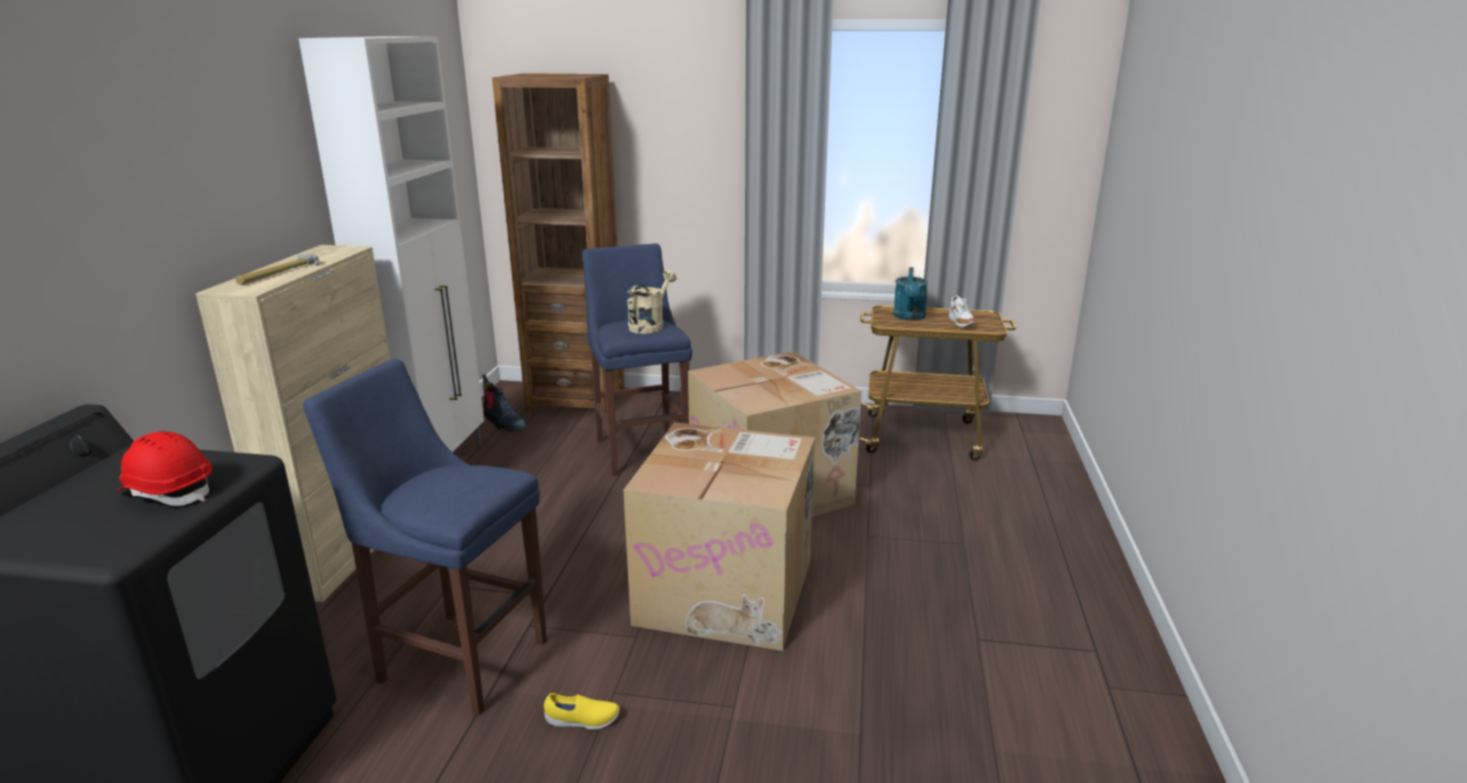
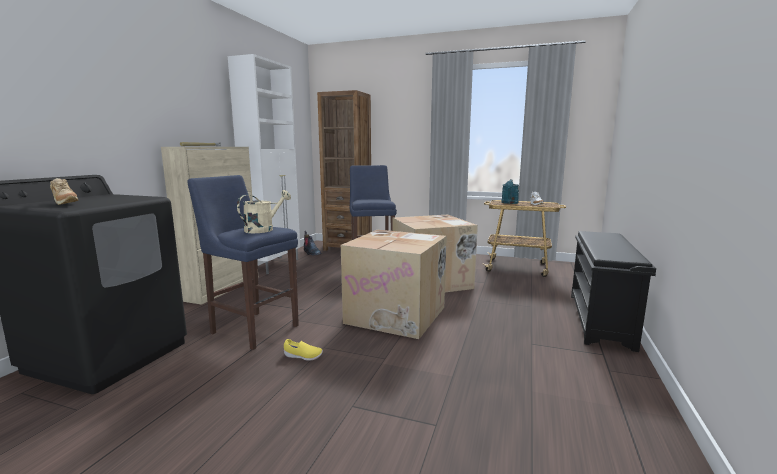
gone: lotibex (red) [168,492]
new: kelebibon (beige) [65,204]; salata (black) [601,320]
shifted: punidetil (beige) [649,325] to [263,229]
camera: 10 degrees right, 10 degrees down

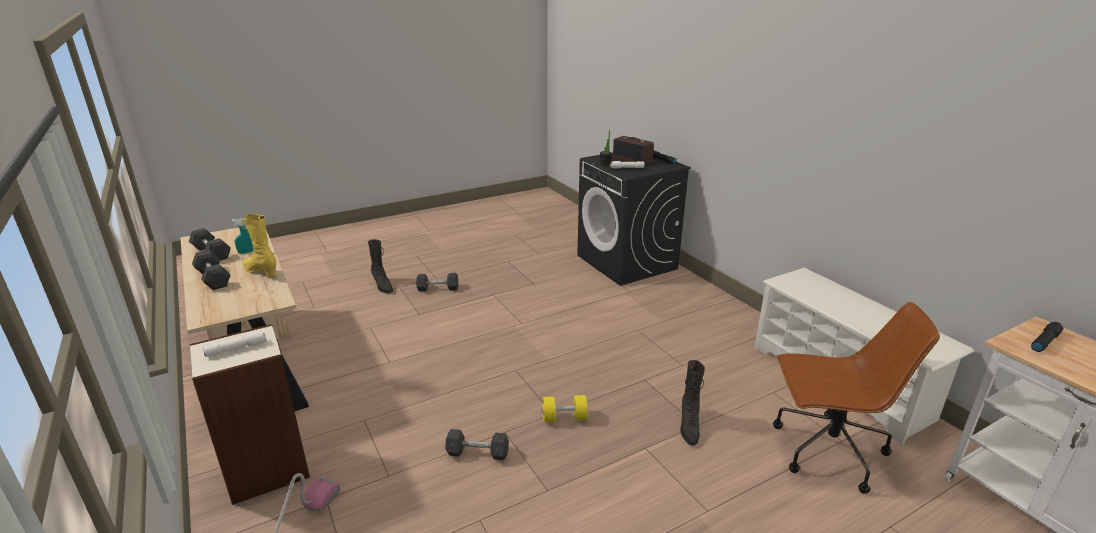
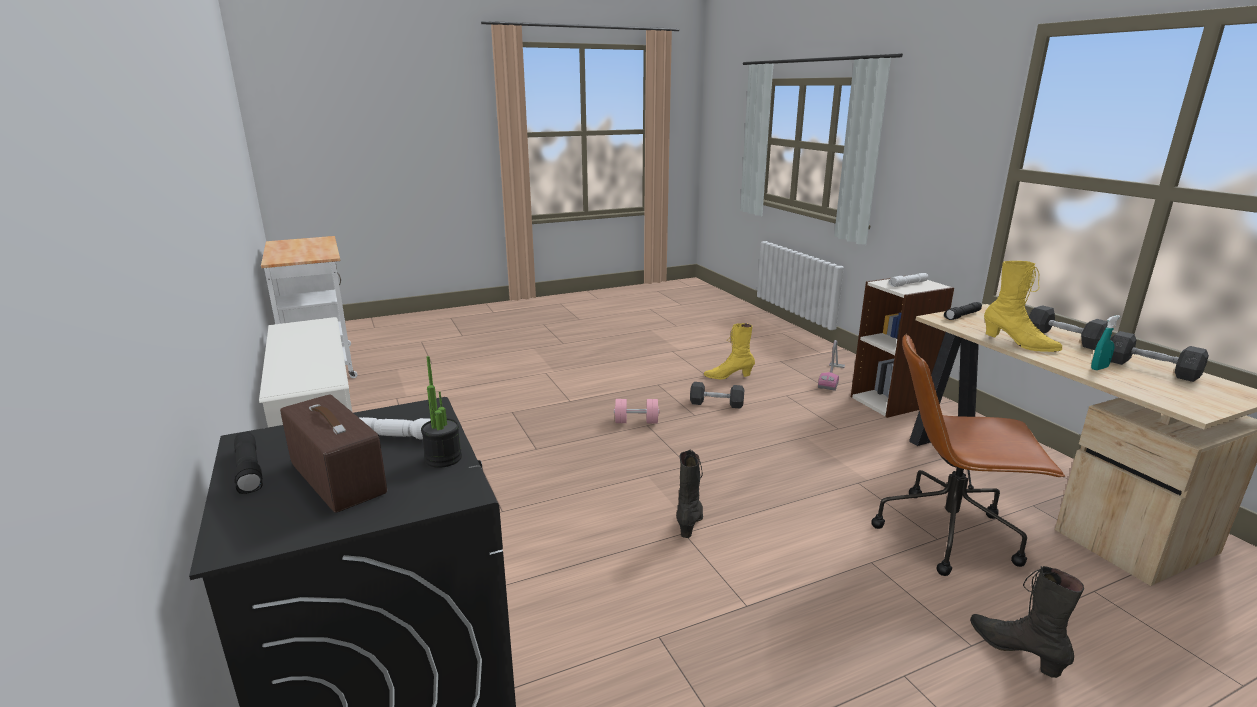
gone: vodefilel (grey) [438,288]
new: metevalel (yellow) [728,376]
shifted: metevalel (black) [689,427] to [690,522]; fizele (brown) [826,451] to [949,533]; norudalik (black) [1044,341] to [962,316]
repainted: vodefilel (yellow) [564,418] to vodefilel (pink) [636,422]
camera: 175 degrees left, 5 degrees down

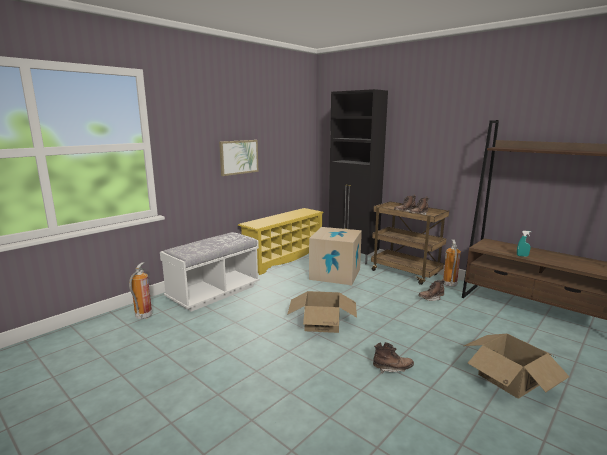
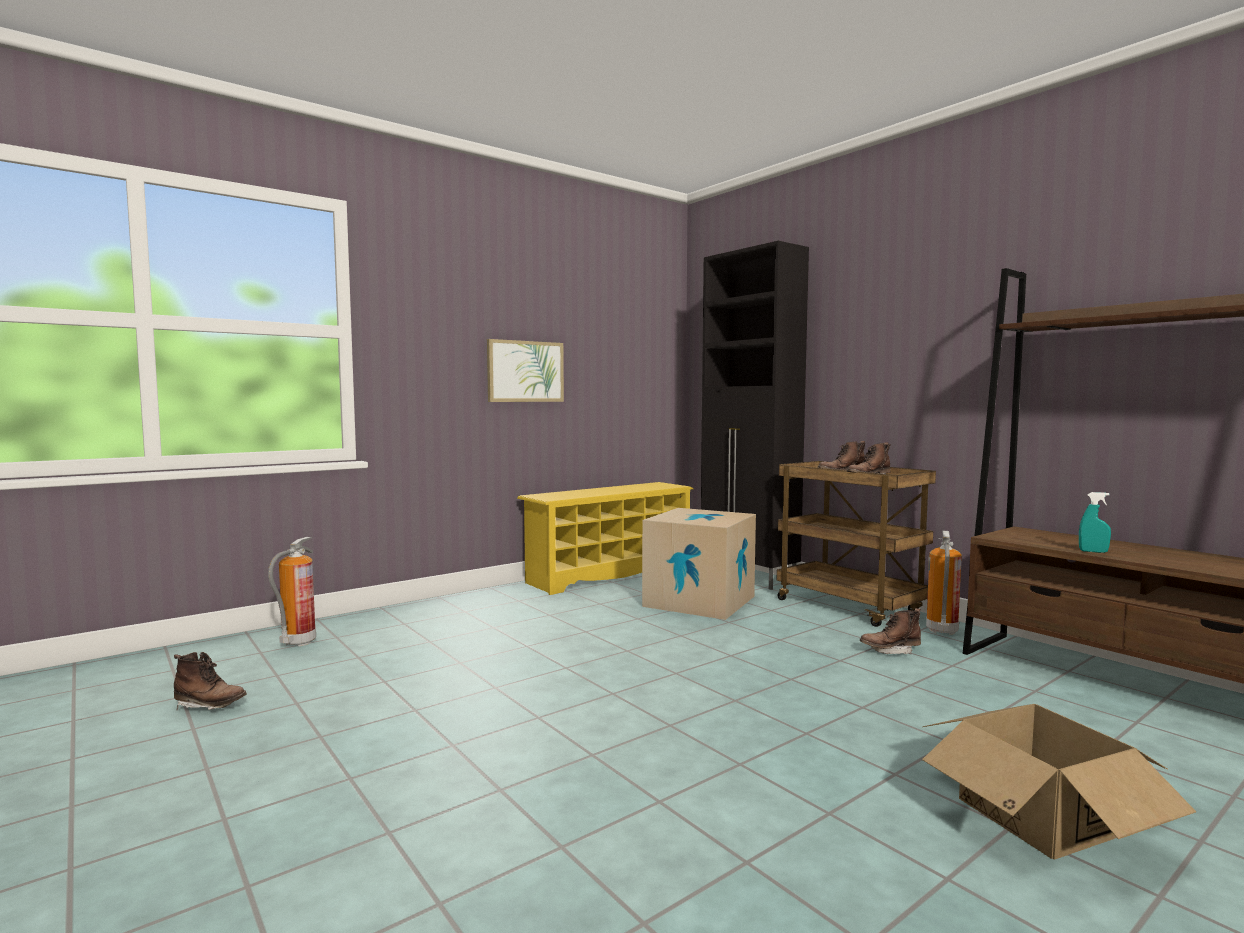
gone: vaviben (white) [214,293]; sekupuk [322,323]
shifted: metevalel (brown) [392,369] to [210,706]
camera: 10 degrees right, 10 degrees down

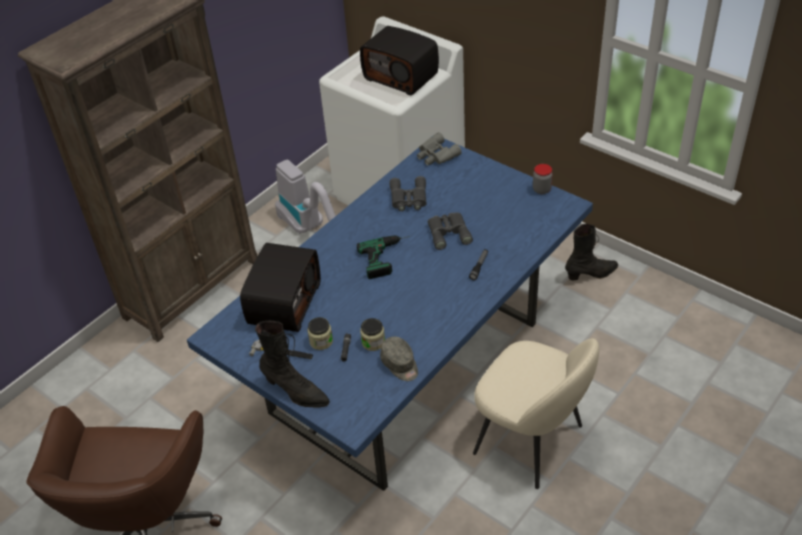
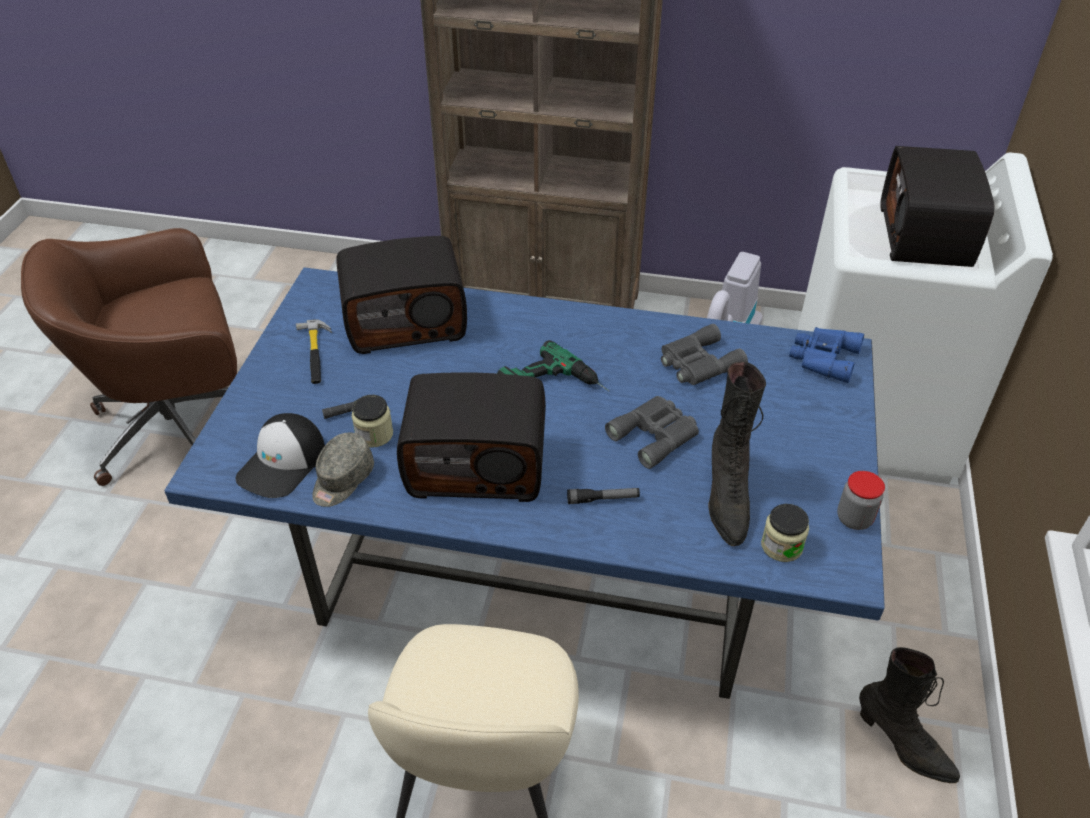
new: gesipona [283,463]; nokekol [477,463]
shifted: metevalel (black) [295,392] to [727,498]; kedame [321,341] to [781,546]
repainted: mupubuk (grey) [436,155] to mupubuk (blue) [822,358]
camera: 60 degrees right, 0 degrees up

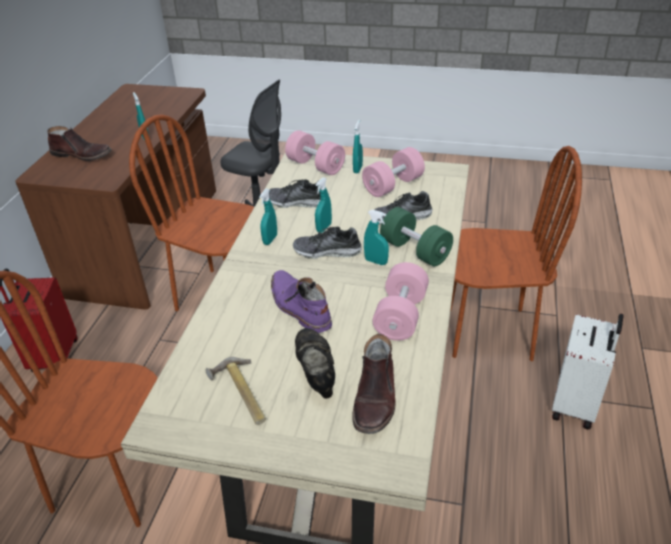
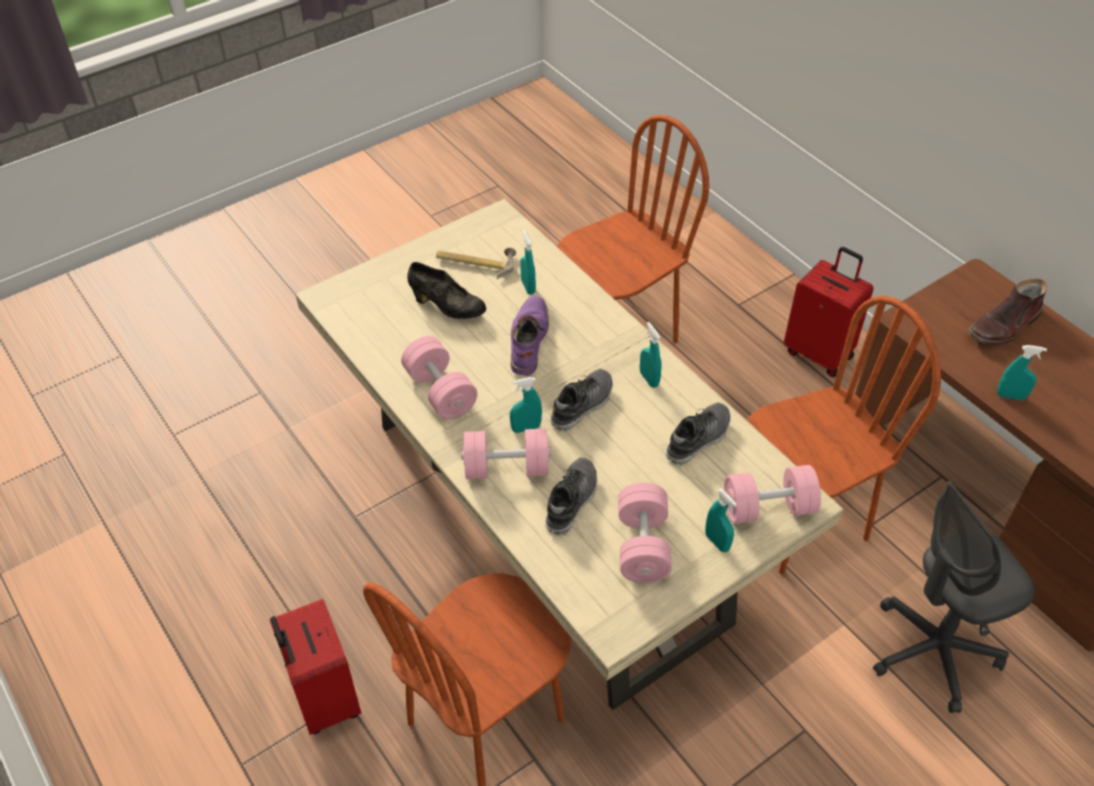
gone: metevalel (brown) [376,397]
shifted: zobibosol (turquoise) [324,228] to [528,287]
repainted: vodefilel (green) [415,250] to vodefilel (pink) [506,468]; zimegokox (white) [576,405] to zimegokox (red) [323,699]
rotated: metevalel (purple) [299,307] = [527,341] 90 degrees counterclockwise
camera: 130 degrees right, 10 degrees up

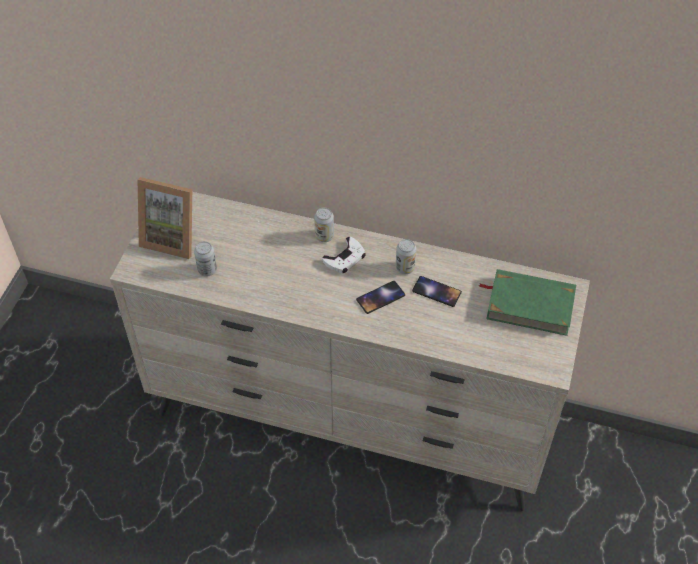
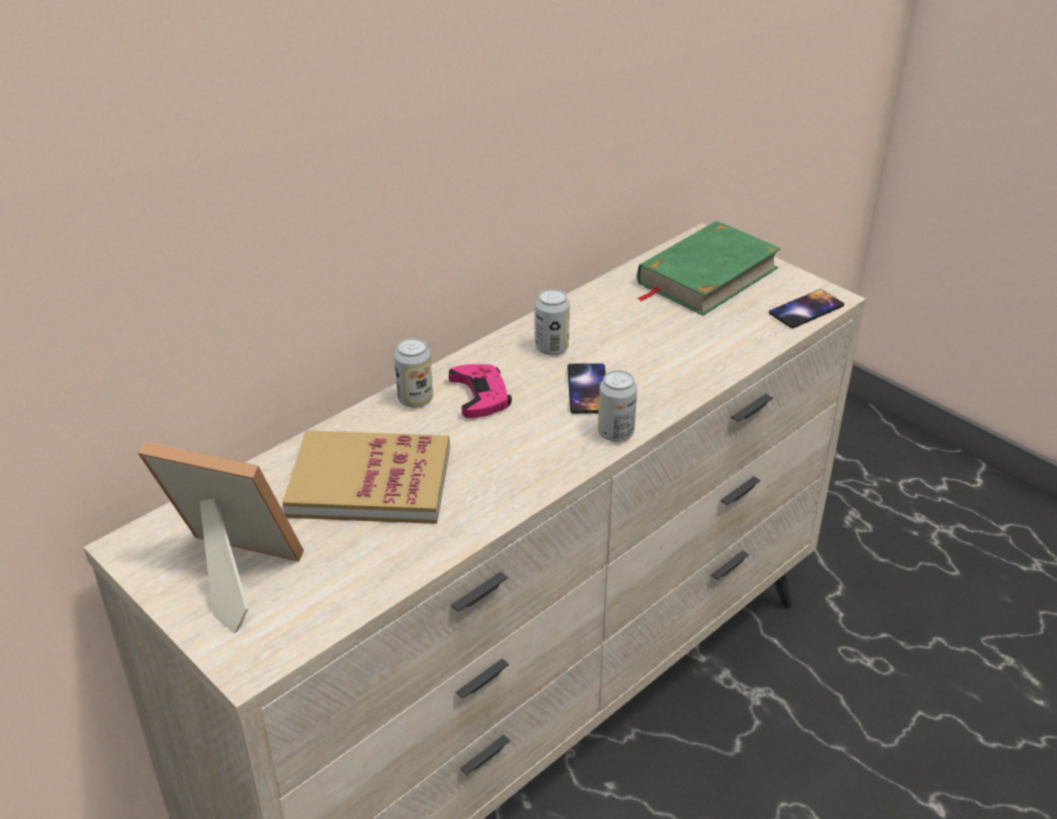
new: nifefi [370,482]
shifted: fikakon [207,270] to [615,433]; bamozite [436,291] to [806,309]
repainted: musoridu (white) [345,258] to musoridu (pink) [480,395]
rotated: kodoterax [172,237] = [229,575] 120 degrees counterclockwise
camera: 60 degrees left, 15 degrees down

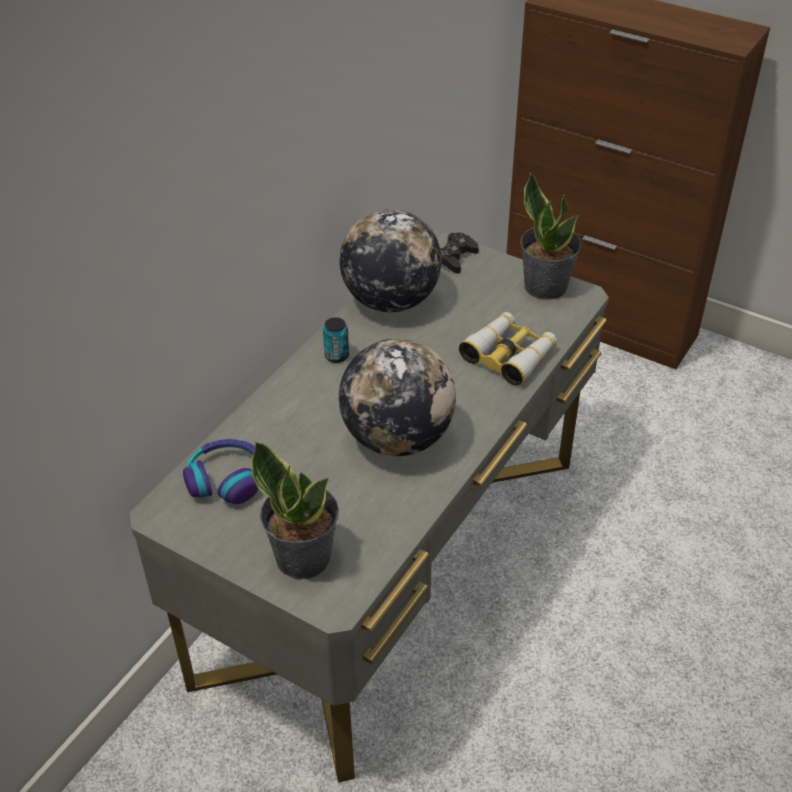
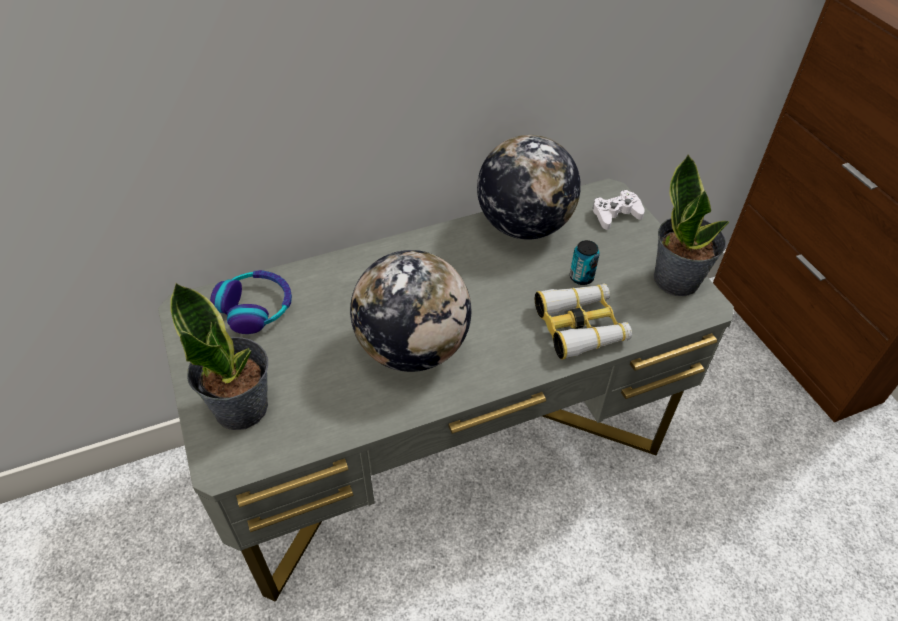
shifted: fikakon [336,356] to [581,277]
repainted: musoridu (black) [455,258] to musoridu (white) [615,214]
camera: 35 degrees right, 5 degrees up

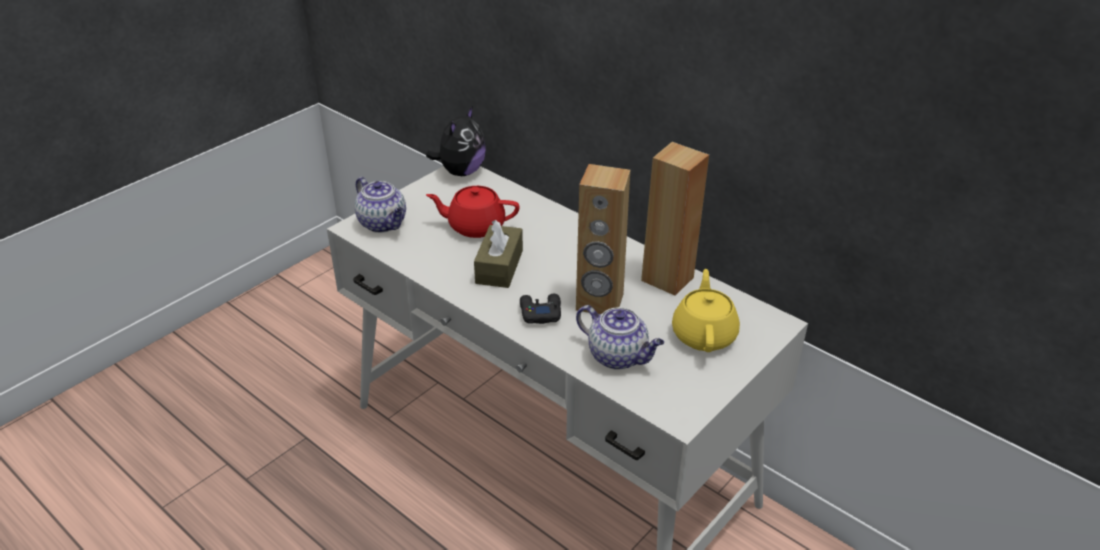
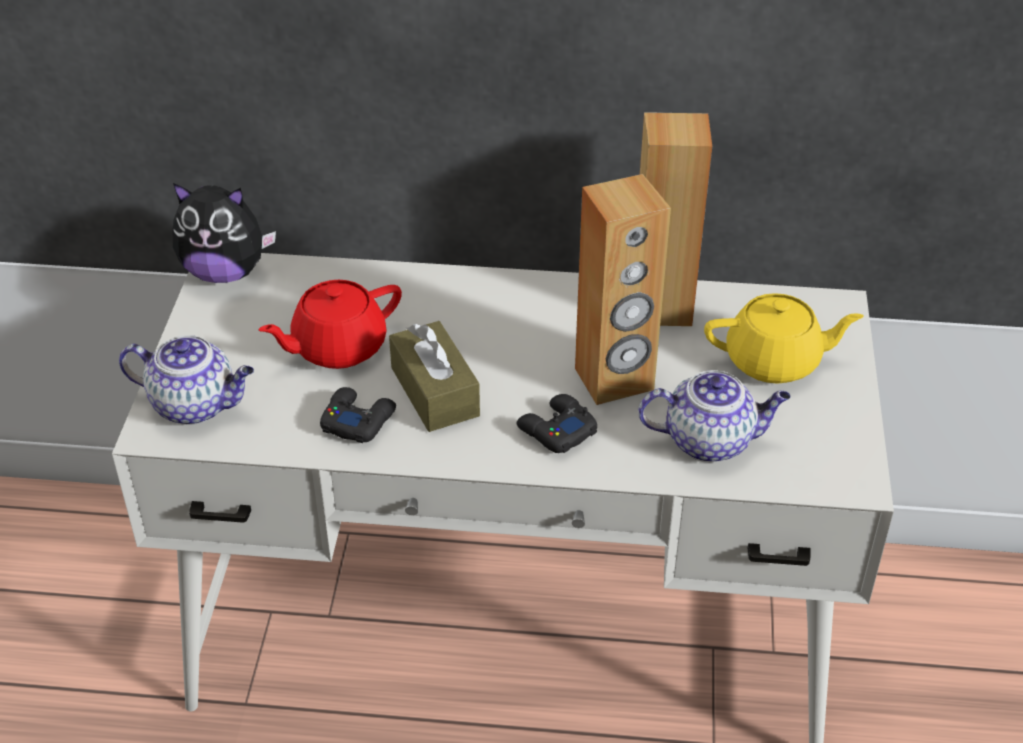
new: musoridu (black) [357,420]
rotated: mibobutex [461,172] = [225,272] 105 degrees clockwise; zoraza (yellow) [704,334] = [775,361] 120 degrees clockwise
camera: 35 degrees left, 5 degrees up

